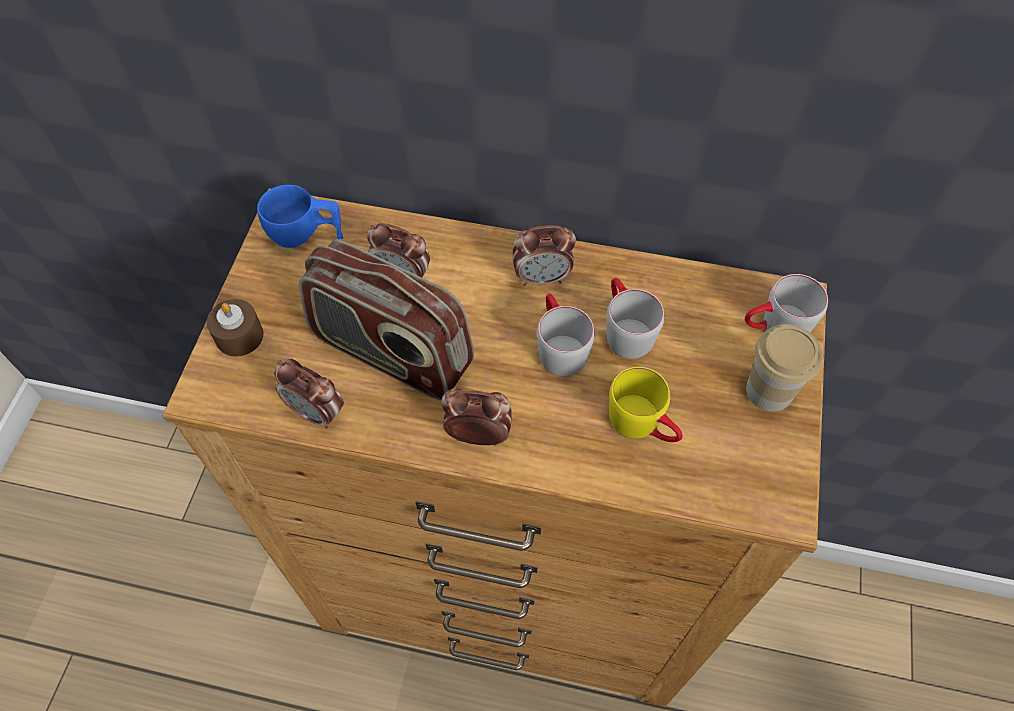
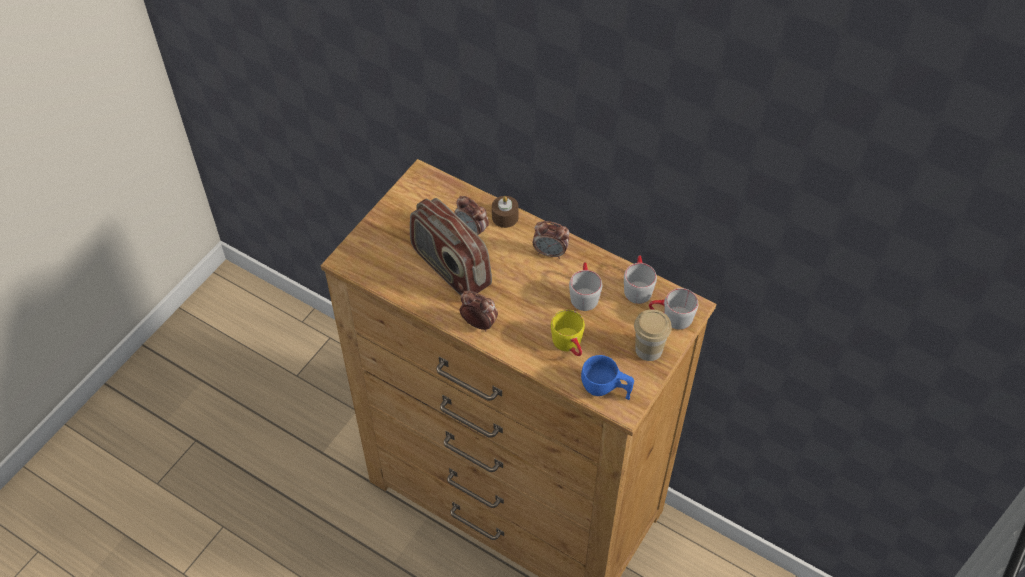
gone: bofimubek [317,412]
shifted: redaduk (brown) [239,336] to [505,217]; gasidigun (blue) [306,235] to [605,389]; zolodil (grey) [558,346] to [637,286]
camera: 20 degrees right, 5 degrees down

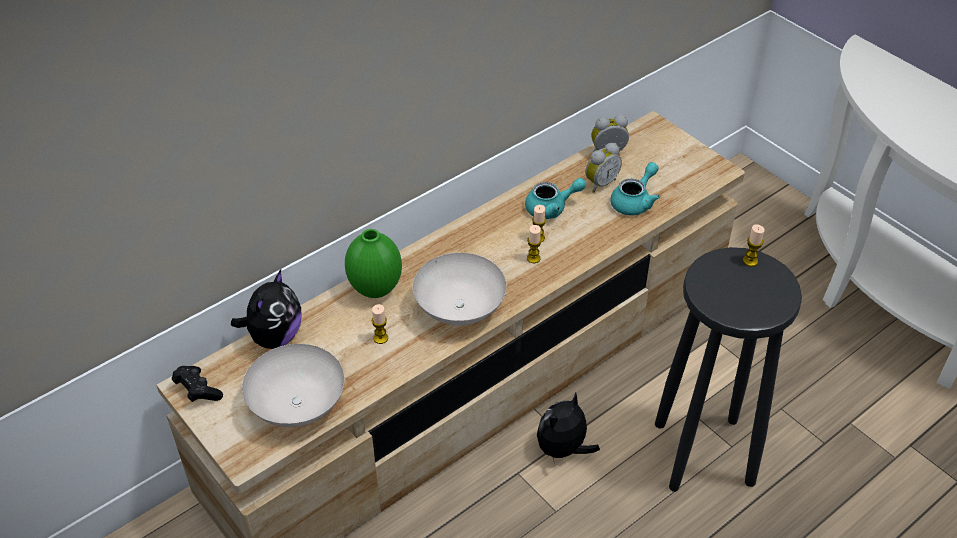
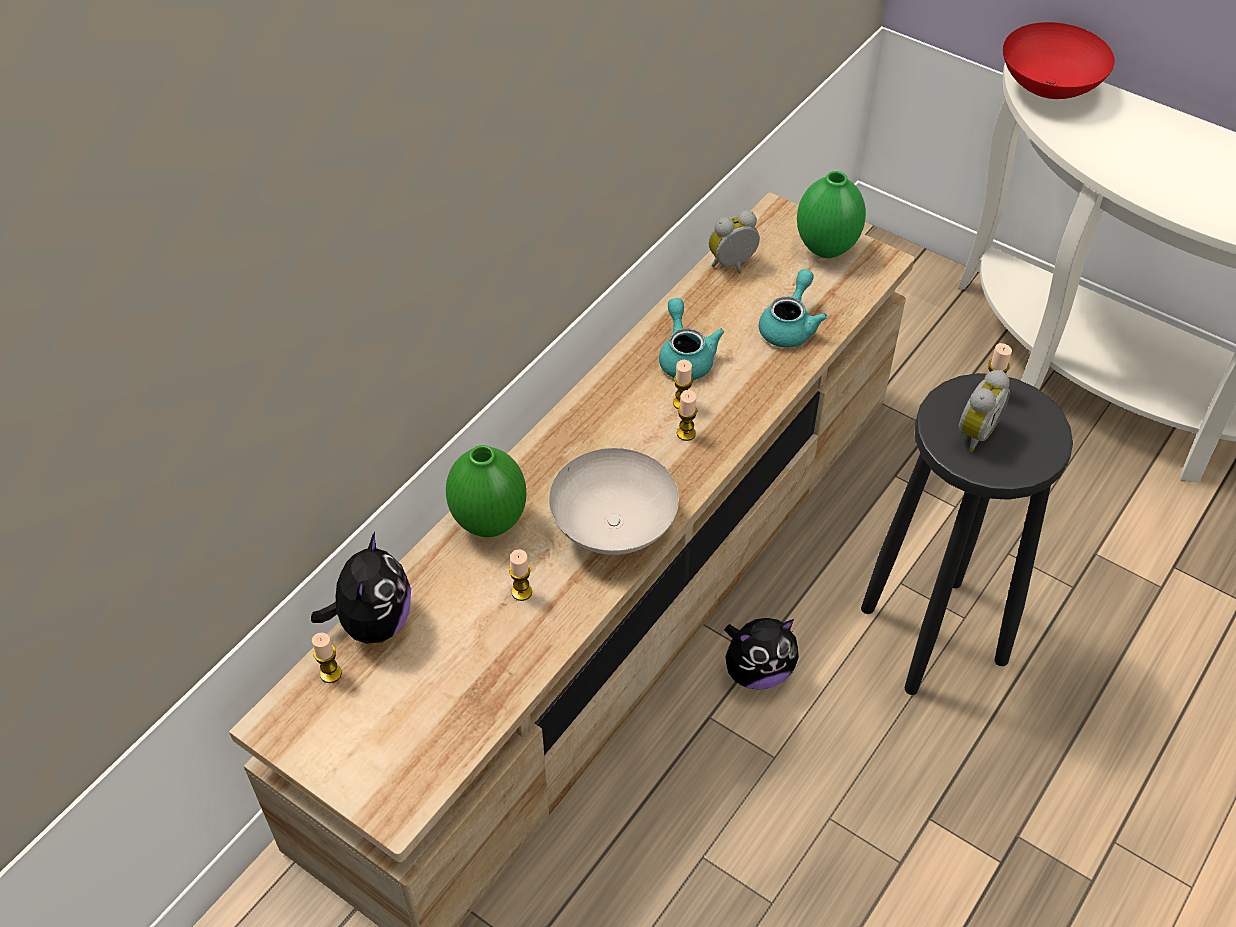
gone: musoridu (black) [198,391]; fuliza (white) [297,407]
new: redaduk [330,673]; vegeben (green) [827,249]; fuliza (red) [1050,88]
shifted: bofimubek [600,183] to [973,432]
rotated: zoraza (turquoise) [551,208] = [685,357] 75 degrees counterclockwise; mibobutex [563,450] = [757,671] 135 degrees counterclockwise
camera: 15 degrees left, 5 degrees up

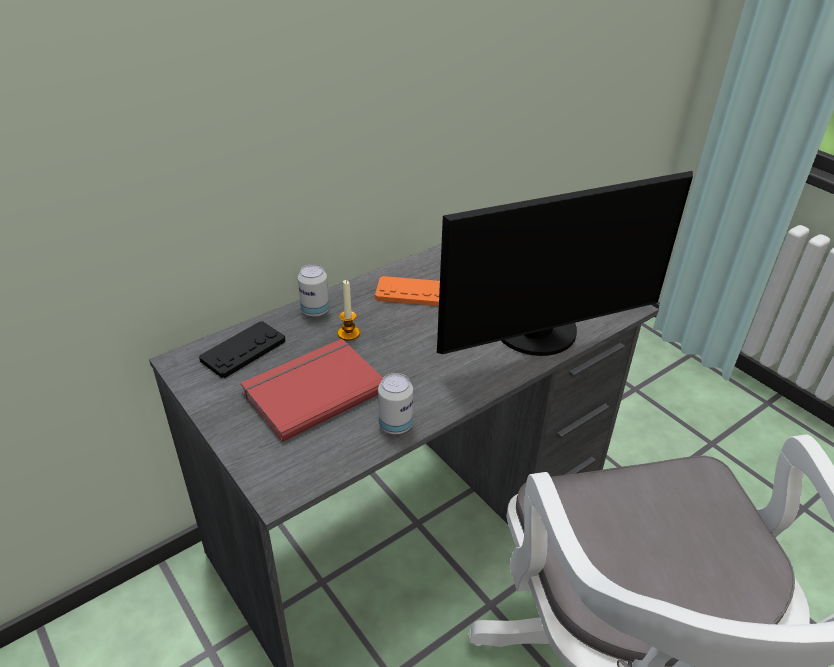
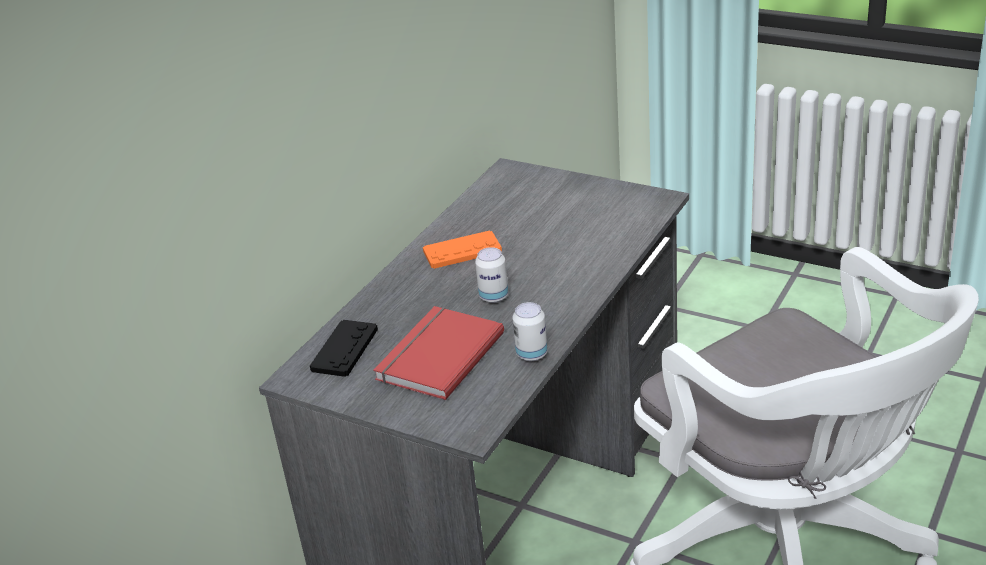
gone: redaduk [348,333]; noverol [540,335]
shifted: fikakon [315,311] to [494,297]
camera: 20 degrees left, 5 degrees down

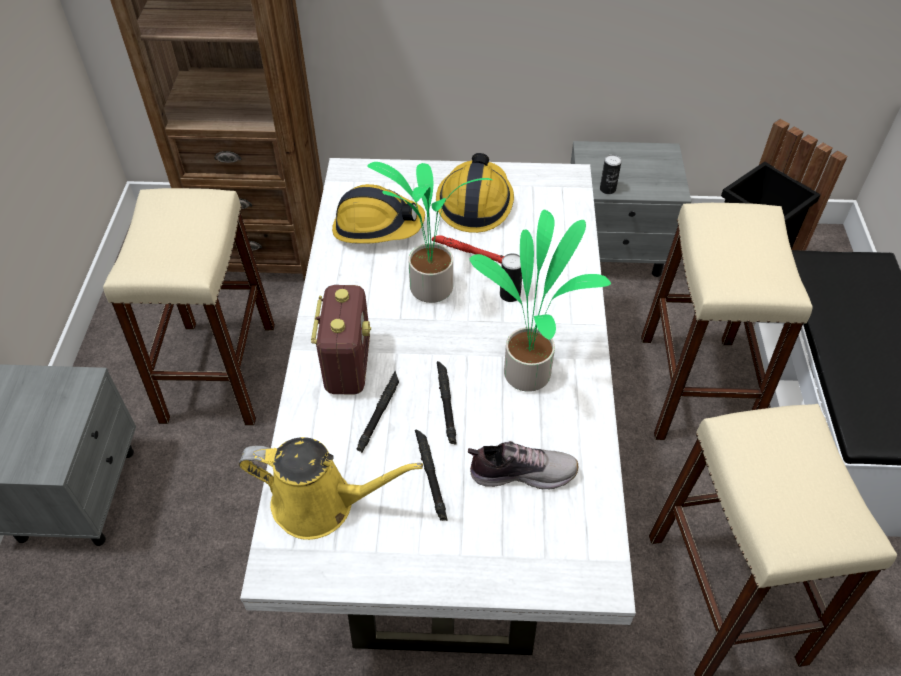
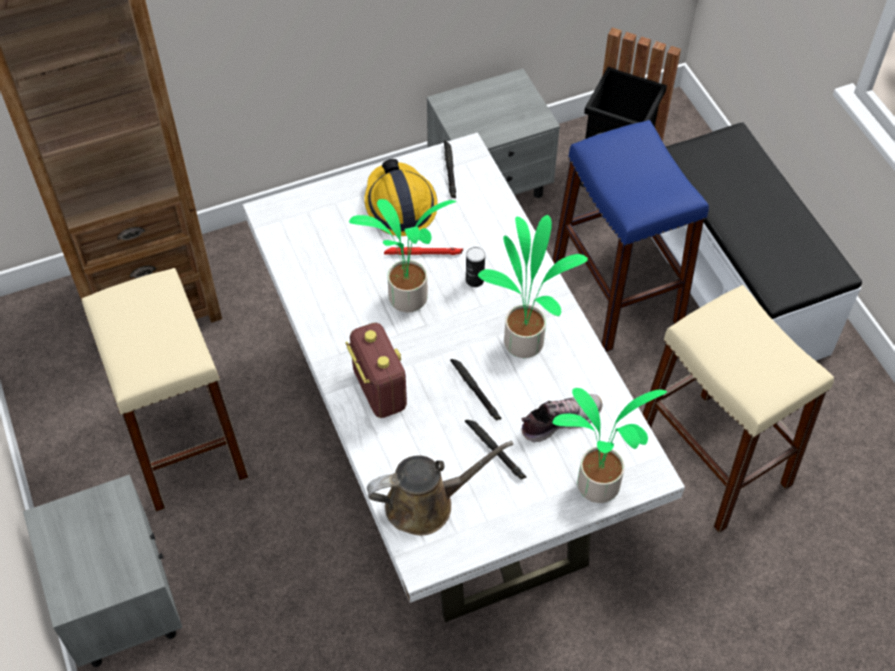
gone: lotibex [377,226]; fikakon [607,189]
new: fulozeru [596,488]
shifted: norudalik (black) [379,413] to [449,171]
repainted: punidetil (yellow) [321,503] to punidetil (brown) [426,503]; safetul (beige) [694,388] to safetul (blue) [617,293]
camera: 25 degrees left, 5 degrees up

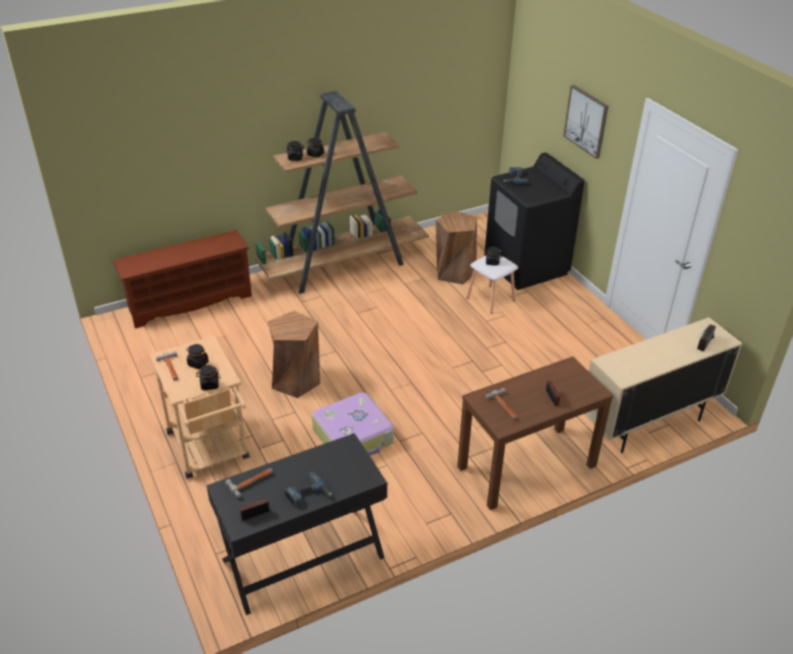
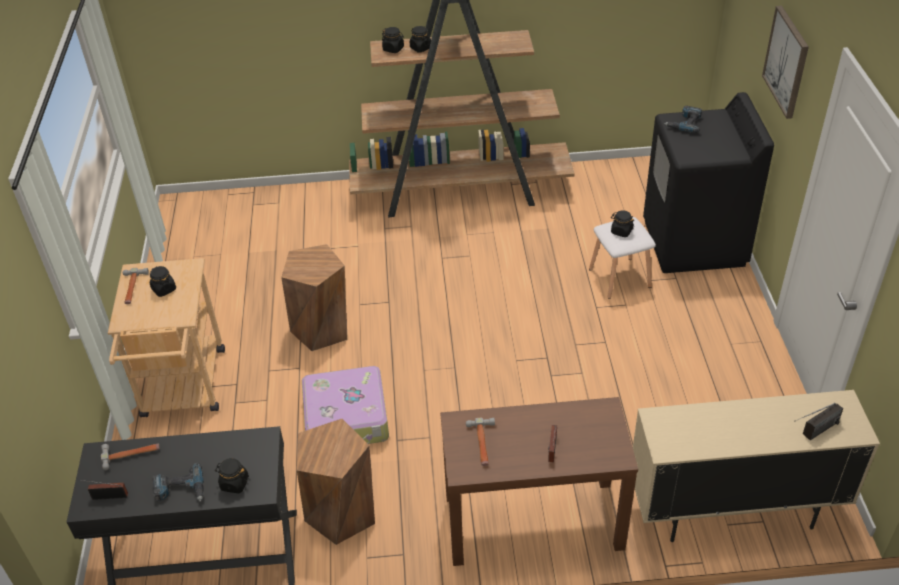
gone: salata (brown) [190,302]
shifted: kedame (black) [209,385] to [234,483]; safetul (brown) [454,272] to [341,512]
camera: 25 degrees right, 5 degrees up

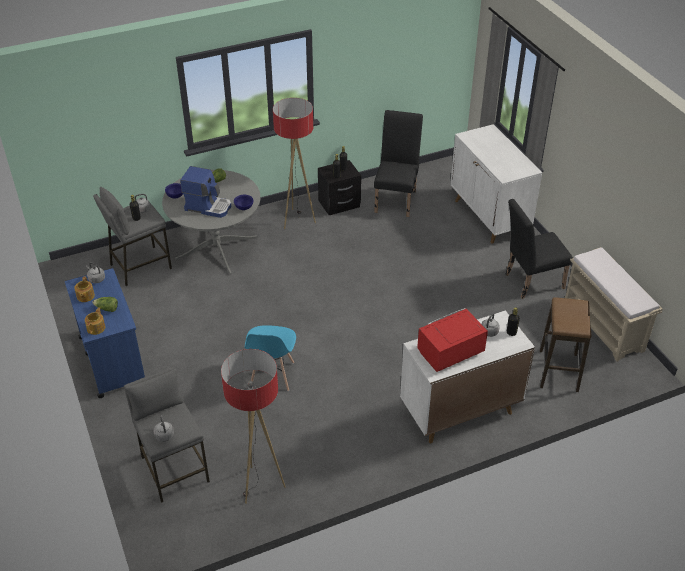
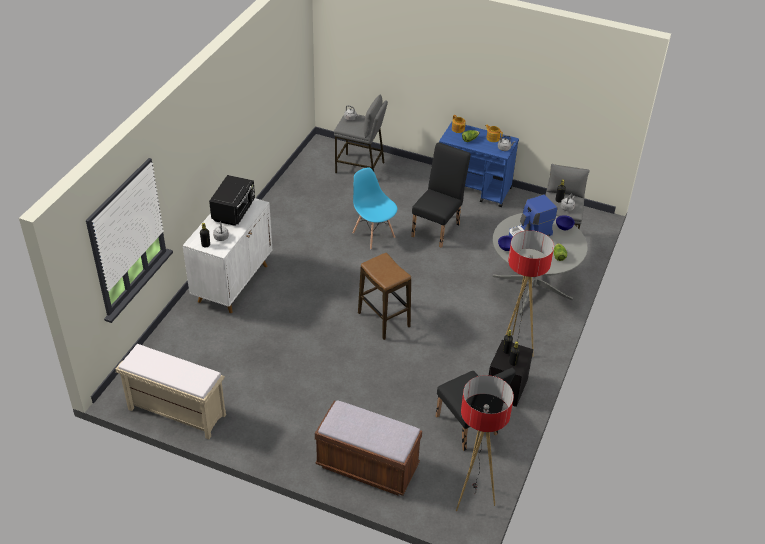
shifted: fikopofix [260,486] to [472,498]; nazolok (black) [530,281] to [438,228]; safetul [558,371] to [383,320]
swapped: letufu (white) [489,217] to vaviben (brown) [367,466]
repainted: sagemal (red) [449,353] to sagemal (black) [234,211]
camera: 135 degrees right, 0 degrees up

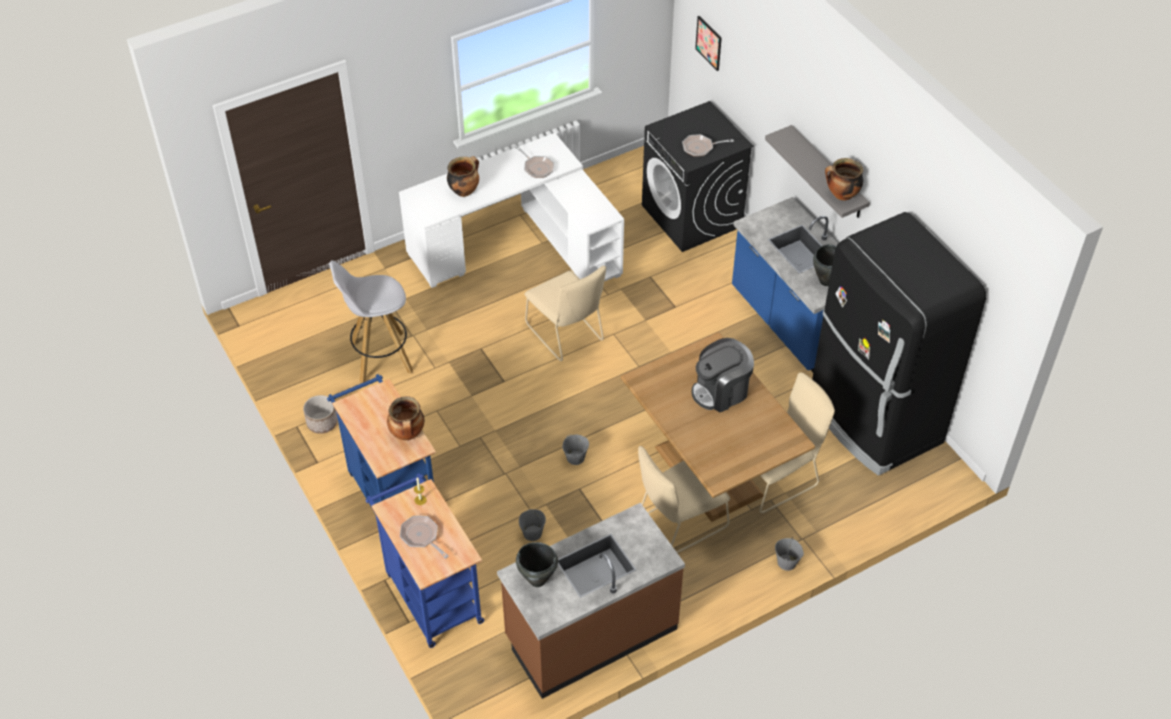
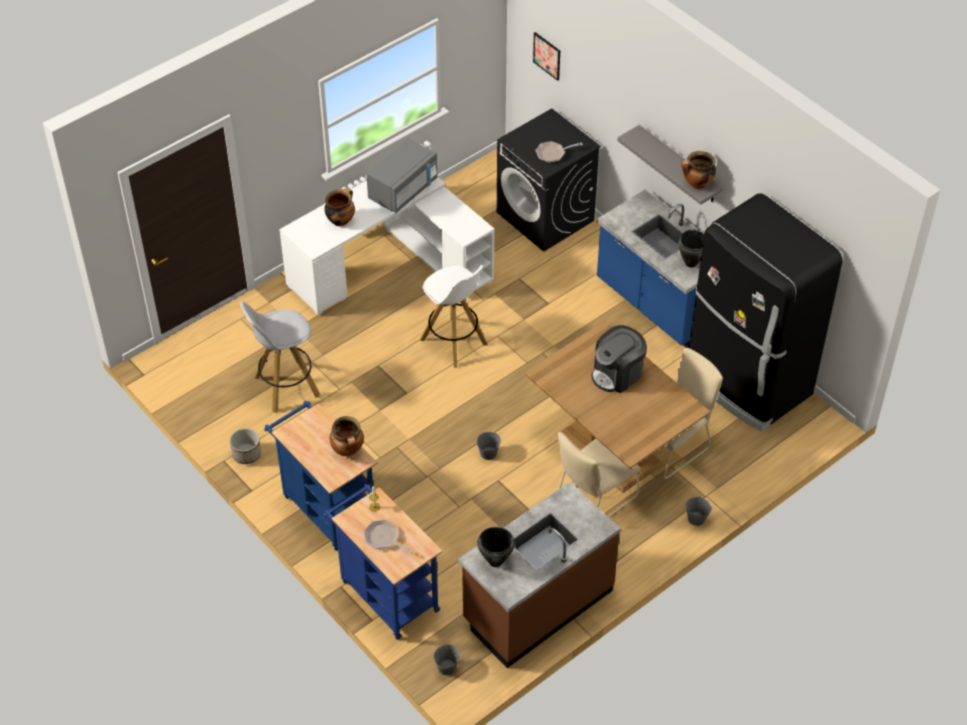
shifted: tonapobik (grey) [532,533] to [446,668]
swapped: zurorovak [537,167] to sagemal (grey) [403,190]; nazolok (beige) [566,335] to safetul (white) [454,342]
camera: 10 degrees left, 0 degrees up

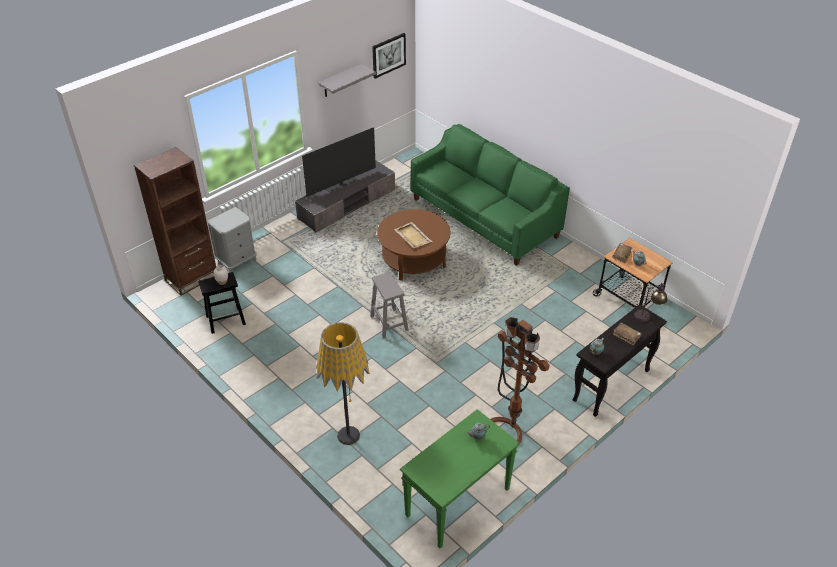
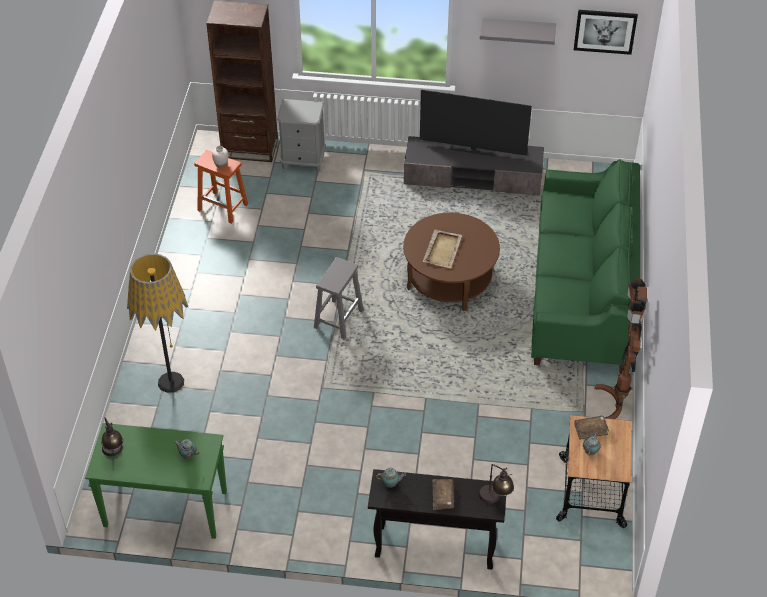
new: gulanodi [114,454]
shifted: fikopofix (brown) [511,426] to [615,405]
repainted: safetul (black) [226,320] to safetul (orange) [223,207]
camera: 50 degrees right, 5 degrees up

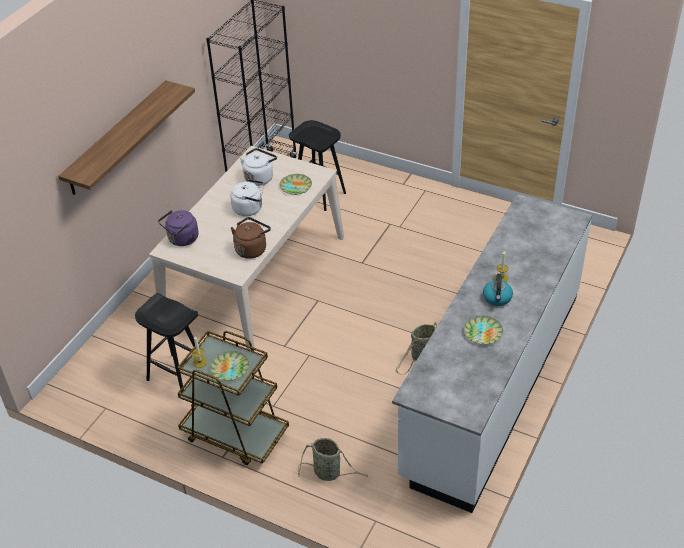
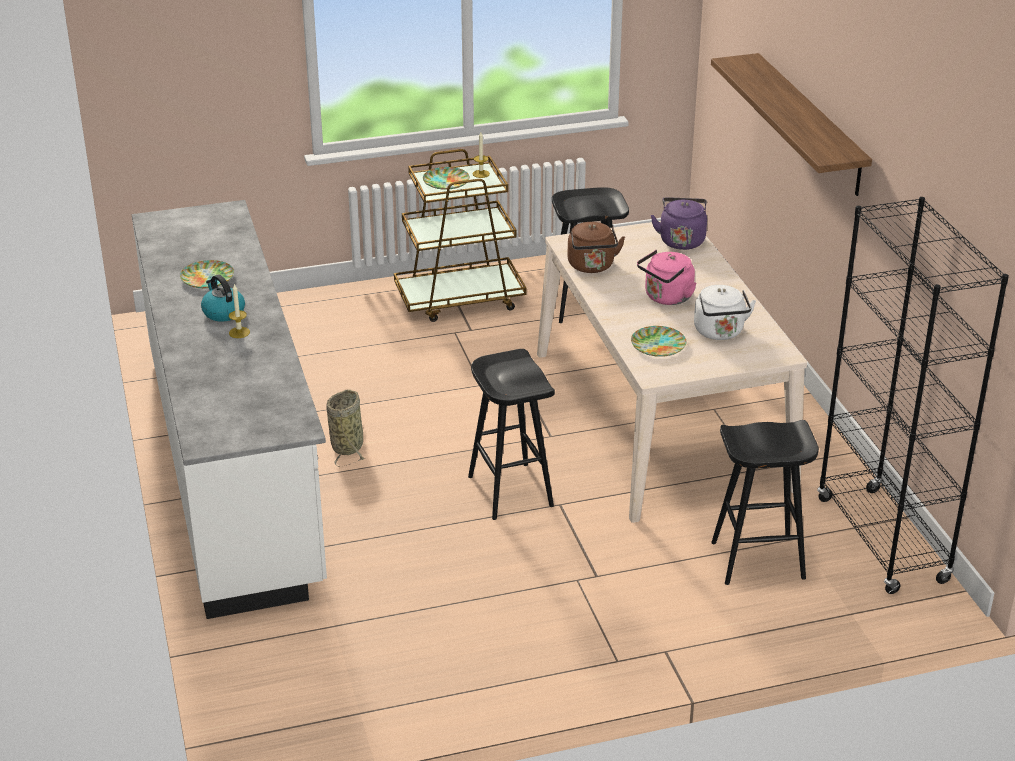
gone: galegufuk [329,473]
new: safetul (black) [509,490]
repainted: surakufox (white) [250,209] to surakufox (pink) [666,298]
camera: 135 degrees right, 10 degrees down

